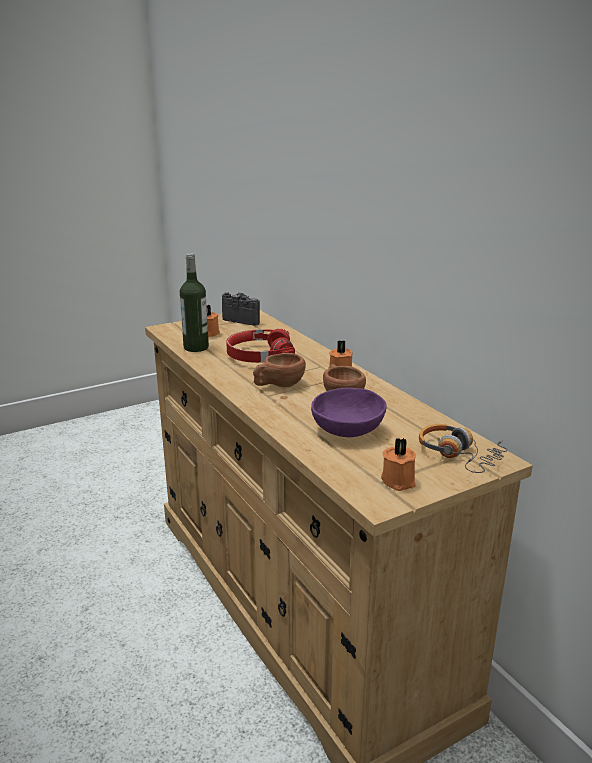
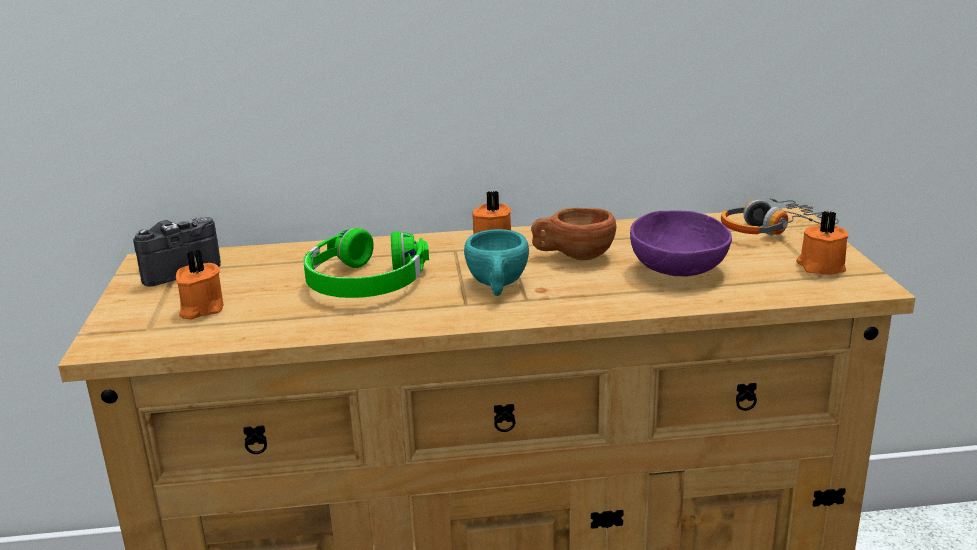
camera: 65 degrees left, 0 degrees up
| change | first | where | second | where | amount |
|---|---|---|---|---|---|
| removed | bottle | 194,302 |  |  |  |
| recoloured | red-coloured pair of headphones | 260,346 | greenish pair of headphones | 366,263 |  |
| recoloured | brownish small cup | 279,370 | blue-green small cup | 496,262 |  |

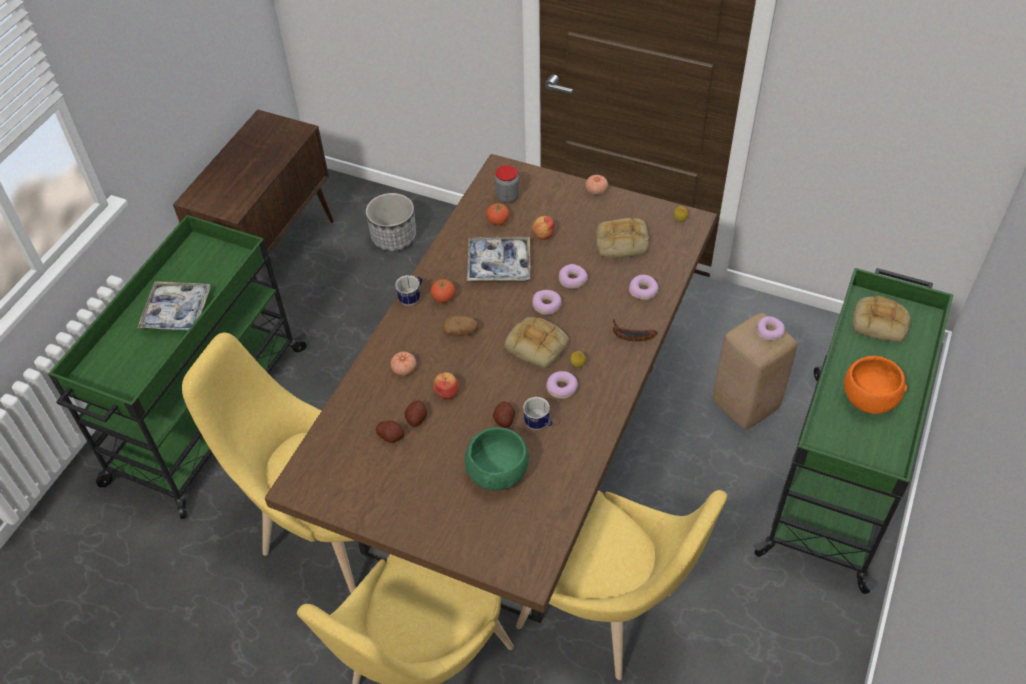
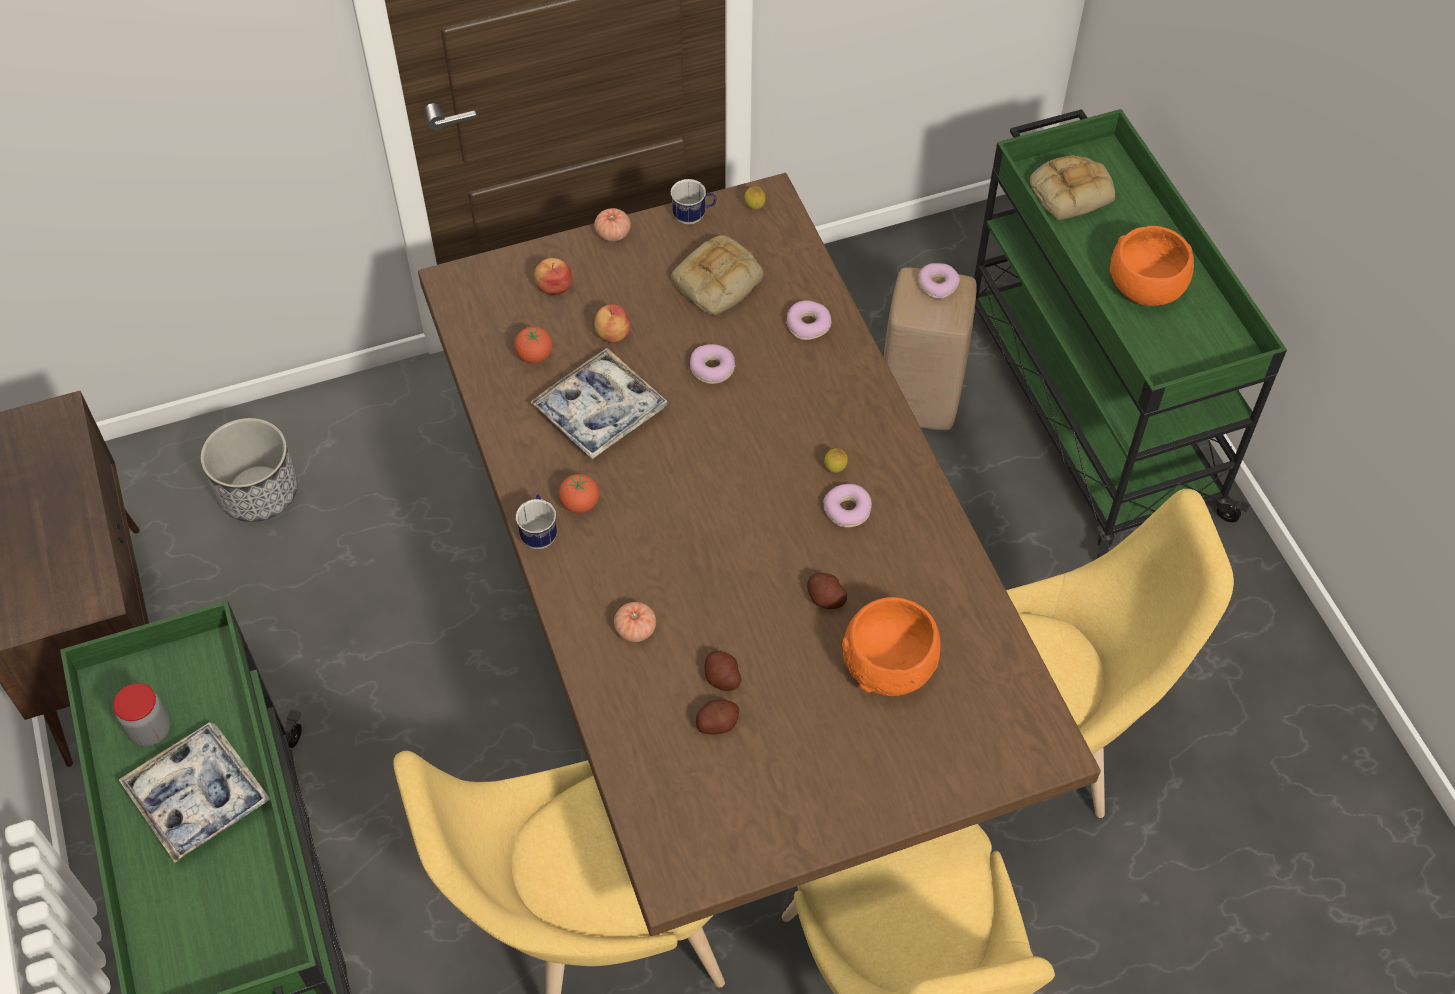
camera: 45 degrees left, 5 degrees up
| change | first | where | second | where | amount |
|---|---|---|---|---|---|
| removed | whole potato | 460,326 |  |  |  |
| removed | bakery bread | 536,342 |  |  |  |
| removed | doughnut | 547,302 |  |  |  |
| removed | banana fruit | 635,330 |  |  |  |
| moved | apple fruit | 446,385 |  | 553,276 |  |
| moved | jar | 507,184 |  | 141,715 |  |
| moved | tea mug | 538,413 |  | 694,202 |  |
| recoloured | greenish bowl | 497,459 | orangey bowl | 891,646 |  |

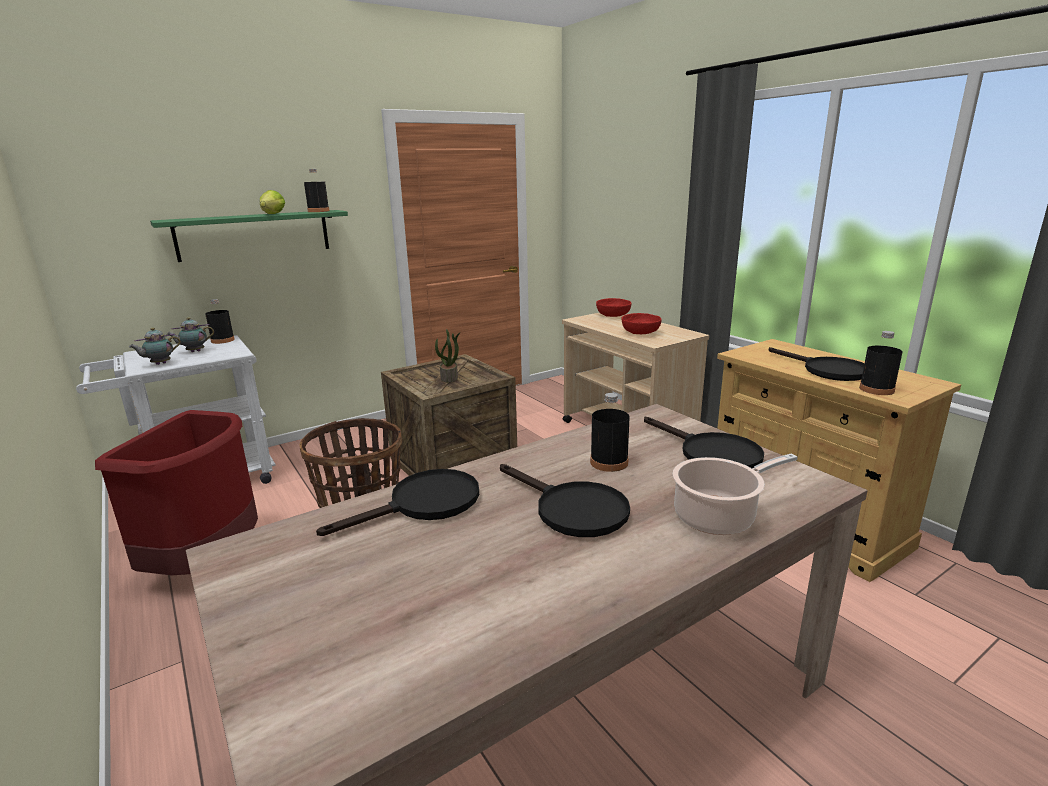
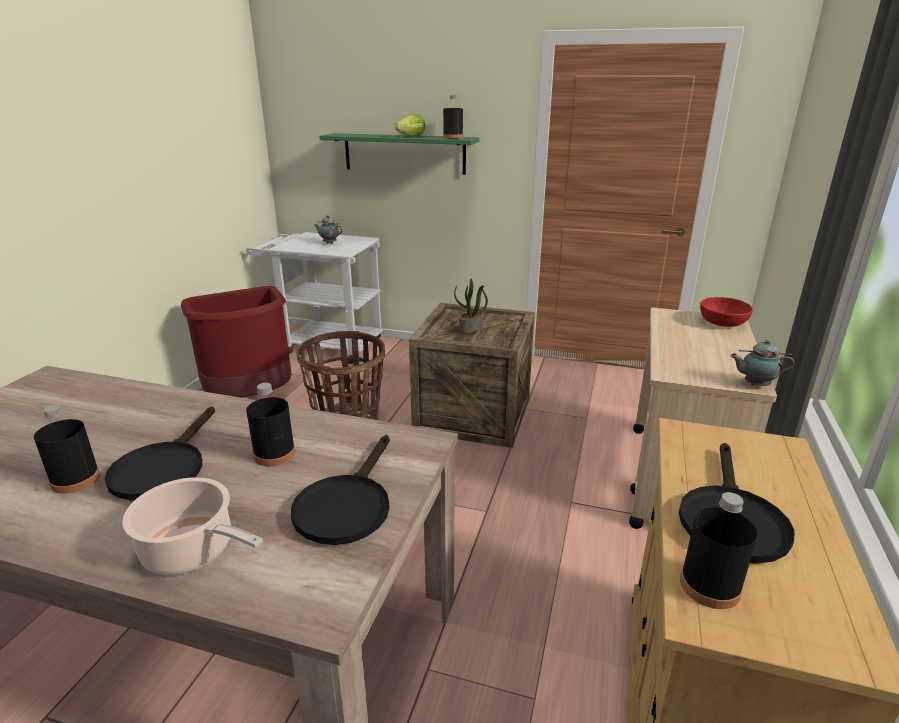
camera: 50 degrees right, 5 degrees up
| change | first | where | second | where | amount |
|---|---|---|---|---|---|
| removed | black frying pan | 397,502 |  |  |  |
| removed | red-coloured bowl | 642,323 |  |  |  |
| moved | pot for tea | 155,346 |  | 762,362 |  |
| moved | black bottle | 220,321 |  | 67,449 |  |

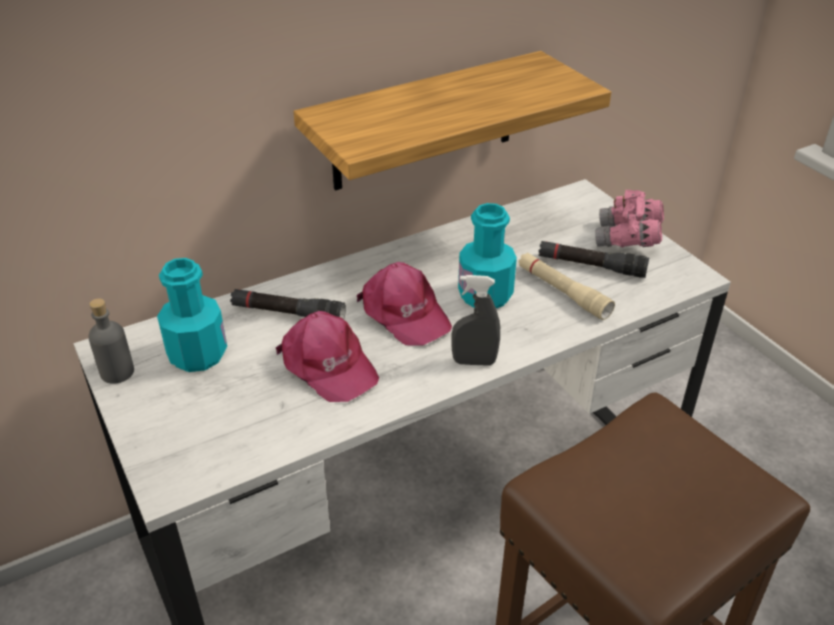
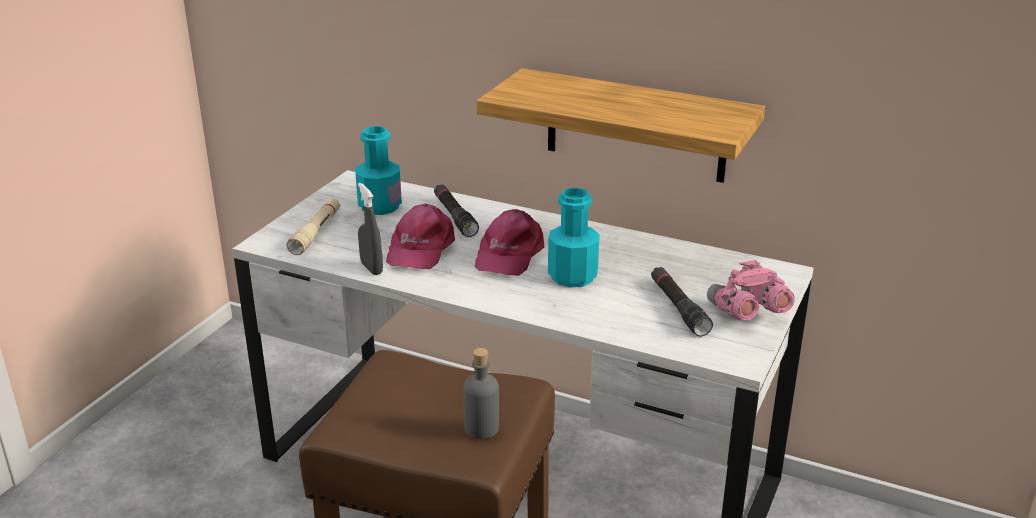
camera: 55 degrees right, 10 degrees down
| change | first | where | second | where | amount |
|---|---|---|---|---|---|
| moved | grey bottle | 111,341 |  | 481,393 |  |
| moved | grey spray bottle | 475,320 |  | 370,229 |  |
| moved | sand-coloured flashlight | 566,286 |  | 313,226 |  |

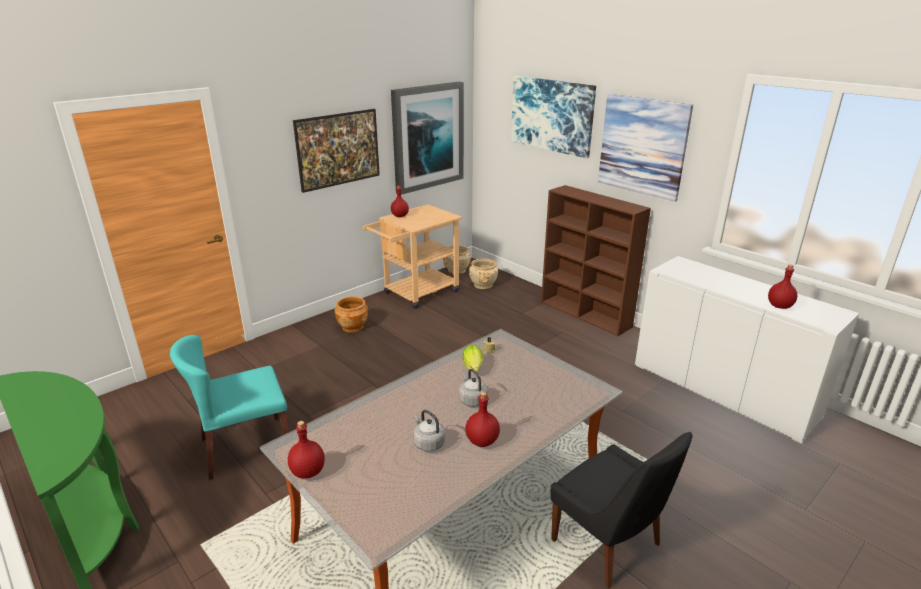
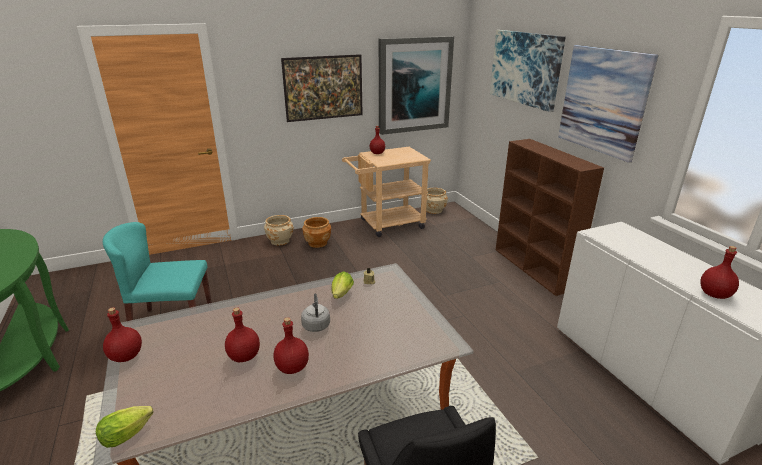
camera: 20 degrees right, 0 degrees up
| change | first | where | second | where | amount |
|---|---|---|---|---|---|
| added |  |  | head of lettuce | 125,427 |  |
| moved | sand-coloured plant pot | 483,273 |  | 279,230 |  |
| replaced | grey kettle | 429,430 | red-coloured bottle | 242,334 |  |

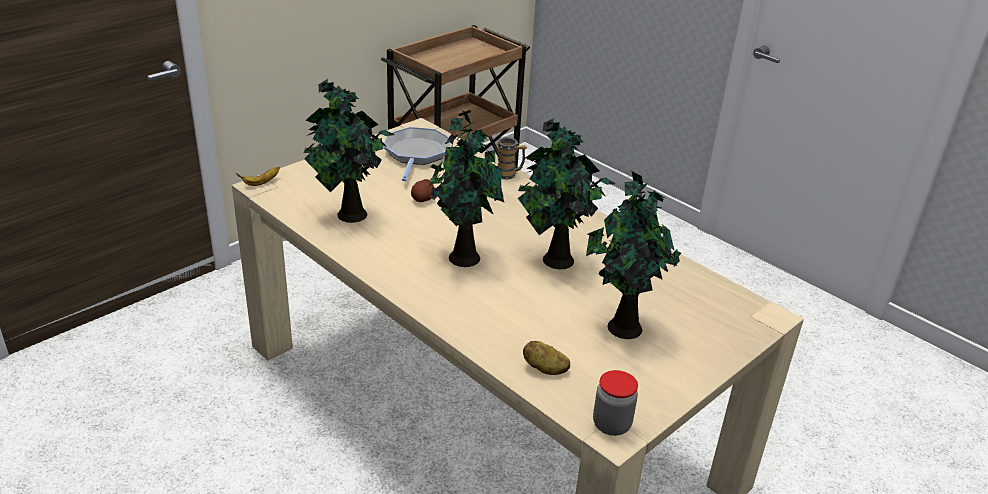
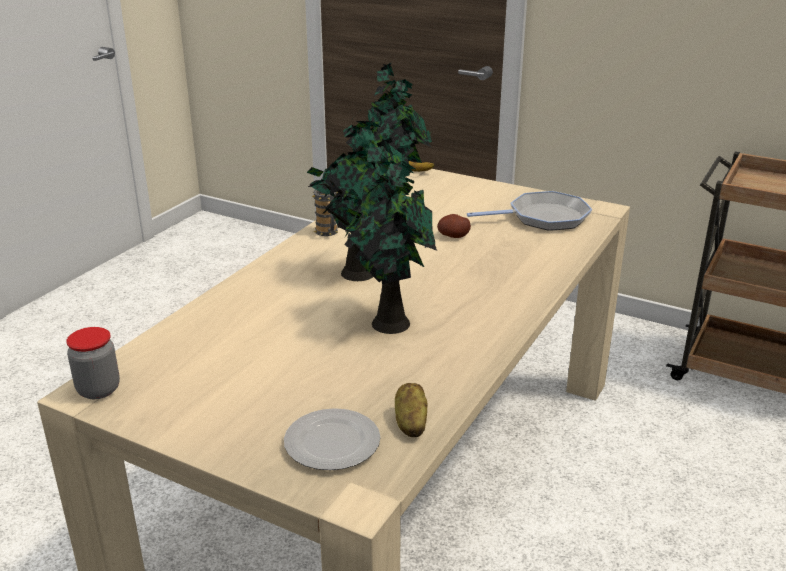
camera: 75 degrees right, 5 degrees down
| change | first | where | second | where | amount |
|---|---|---|---|---|---|
| removed | potted plant | 633,255 |  |  |  |
| added |  |  | plate | 332,439 |  |
| moved | tea mug | 512,158 |  | 325,213 |  |
| moved | whole potato | 546,358 |  | 411,410 |  |

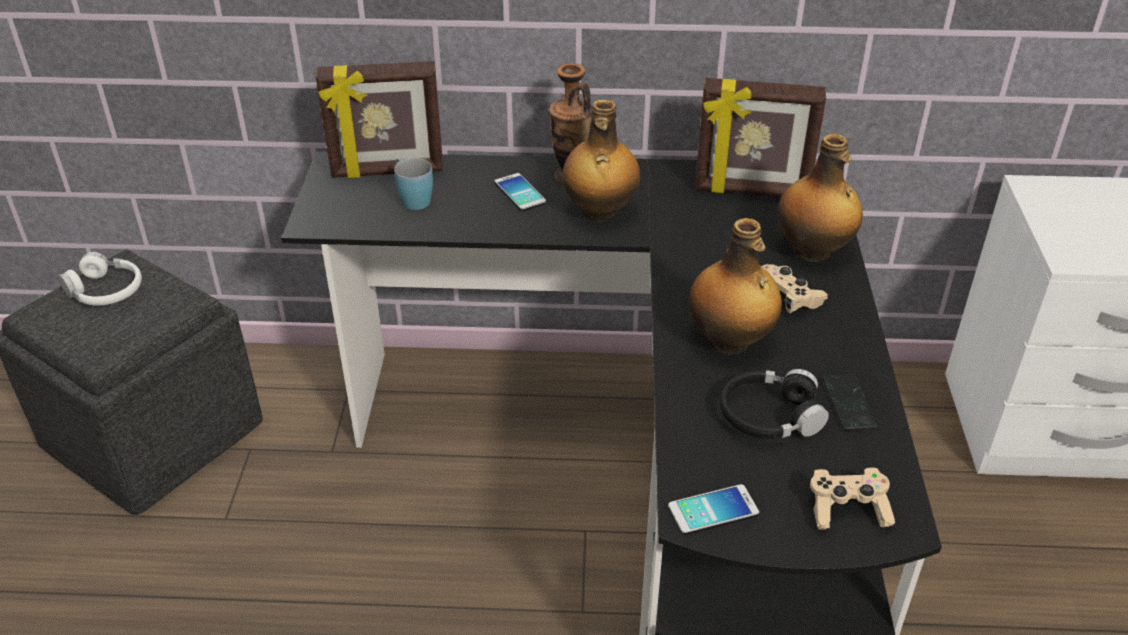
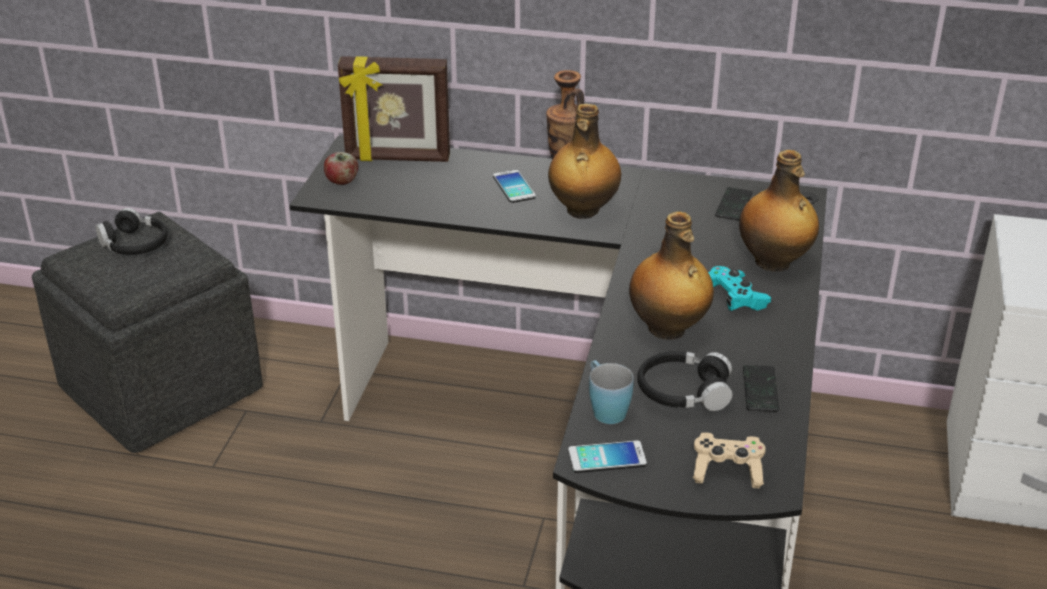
camera: 10 degrees right, 5 degrees down
| change | first | where | second | where | amount |
|---|---|---|---|---|---|
| added |  |  | apple fruit | 341,168 |  |
| moved | bluish tea mug | 413,184 |  | 611,392 |  |
| replaced | standing frame | 760,137 | handset | 733,204 |  |
| recoloured | white pair of headphones | 100,279 | black pair of headphones | 131,231 |  |
| recoloured | sand-coloured gamepad | 795,288 | blue-green gamepad | 739,288 |  |

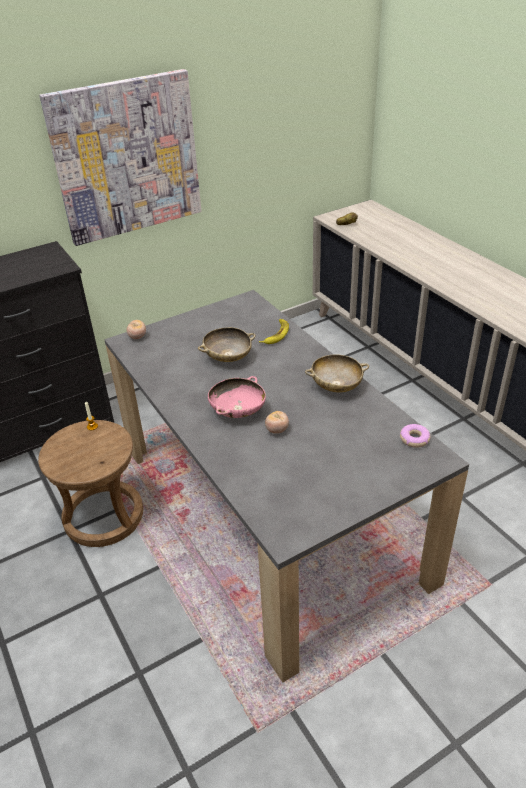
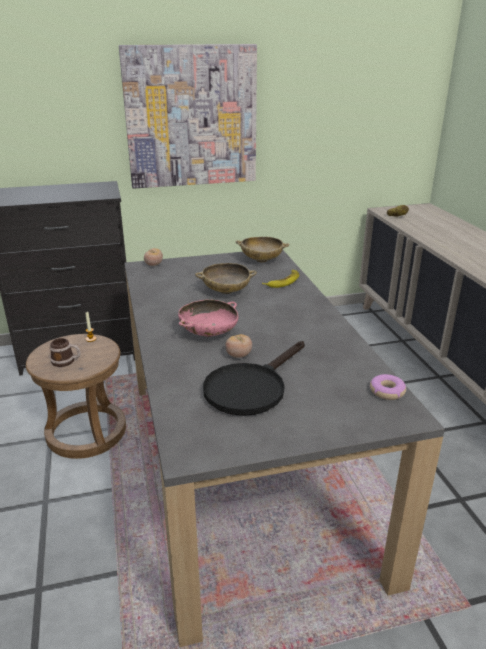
camera: 15 degrees right, 10 degrees down
| change | first | where | second | where | amount |
|---|---|---|---|---|---|
| added |  |  | tea mug | 65,352 |  |
| added |  |  | black frying pan | 254,378 |  |
| moved | sand-coloured bowl | 337,373 |  | 262,250 |  |

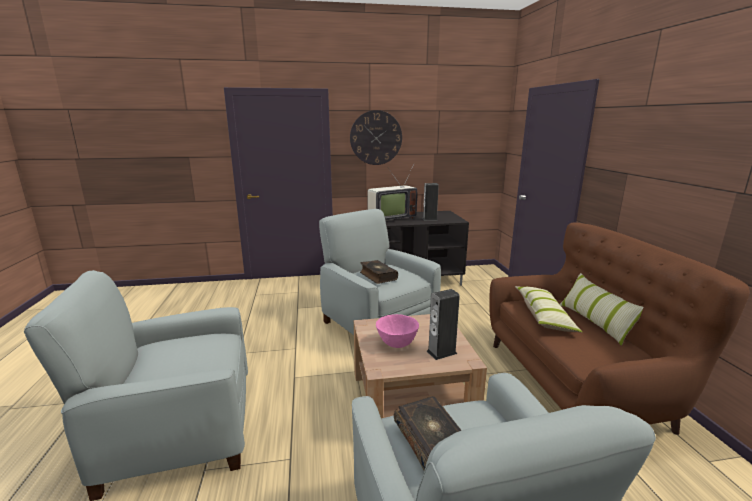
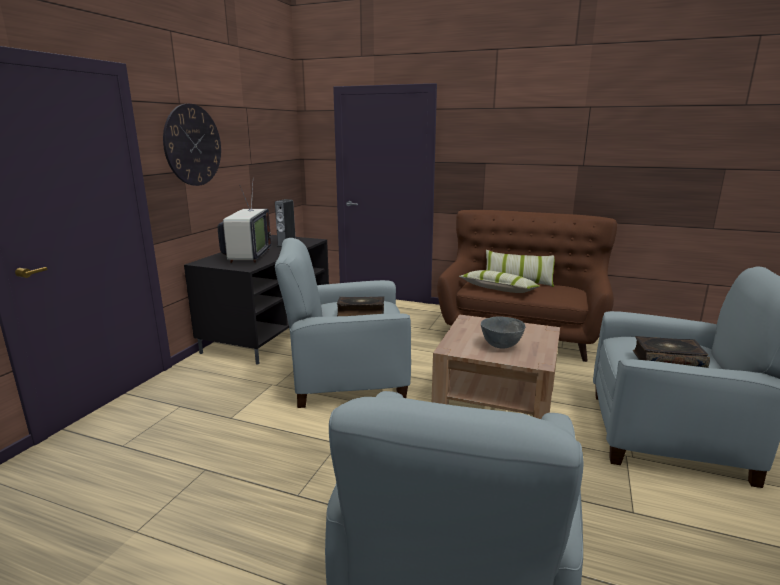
camera: 60 degrees left, 0 degrees up
| change | first | where | second | where | amount |
|---|---|---|---|---|---|
| removed | speaker | 443,324 |  |  |  |
| recoloured | pink bowl | 397,331 | grey bowl | 503,332 |  |

